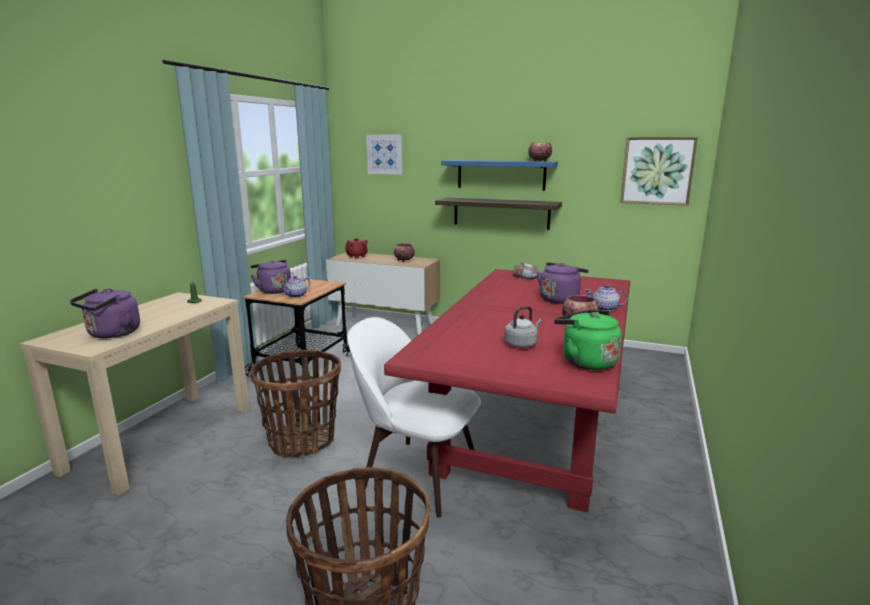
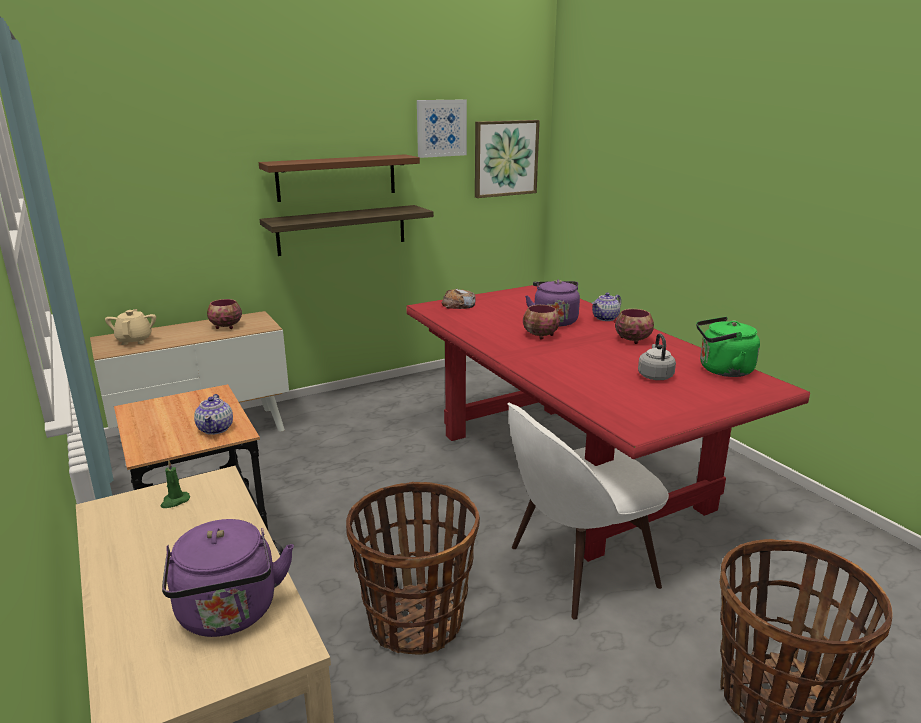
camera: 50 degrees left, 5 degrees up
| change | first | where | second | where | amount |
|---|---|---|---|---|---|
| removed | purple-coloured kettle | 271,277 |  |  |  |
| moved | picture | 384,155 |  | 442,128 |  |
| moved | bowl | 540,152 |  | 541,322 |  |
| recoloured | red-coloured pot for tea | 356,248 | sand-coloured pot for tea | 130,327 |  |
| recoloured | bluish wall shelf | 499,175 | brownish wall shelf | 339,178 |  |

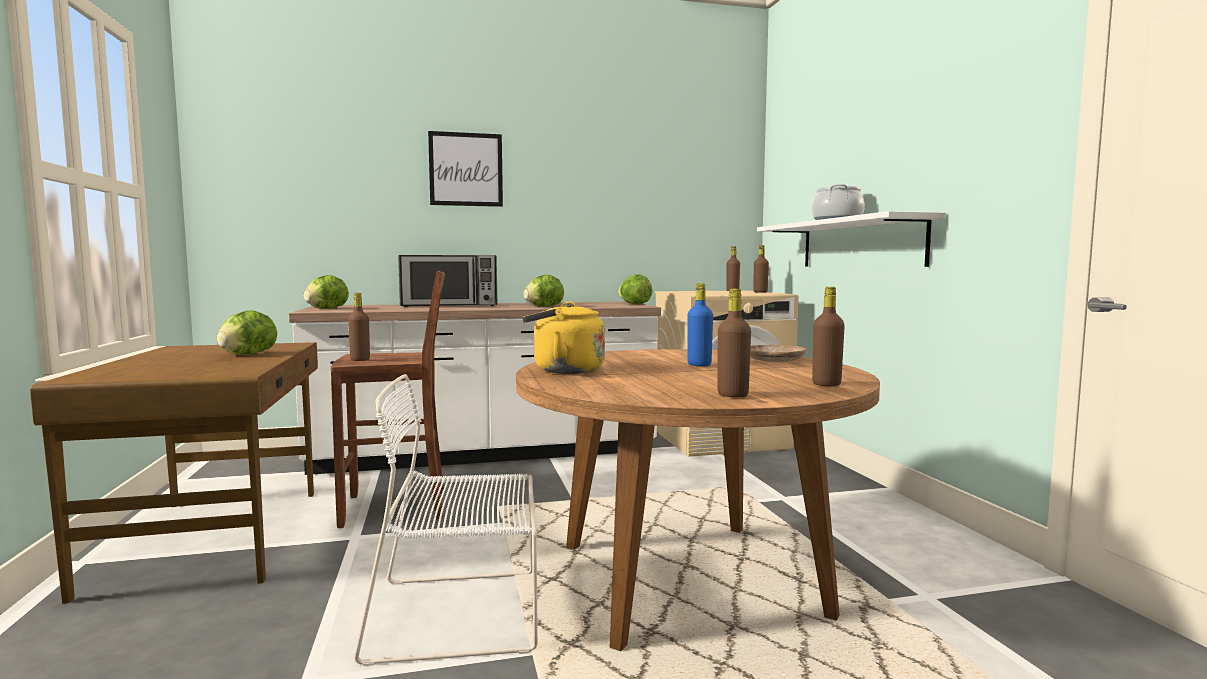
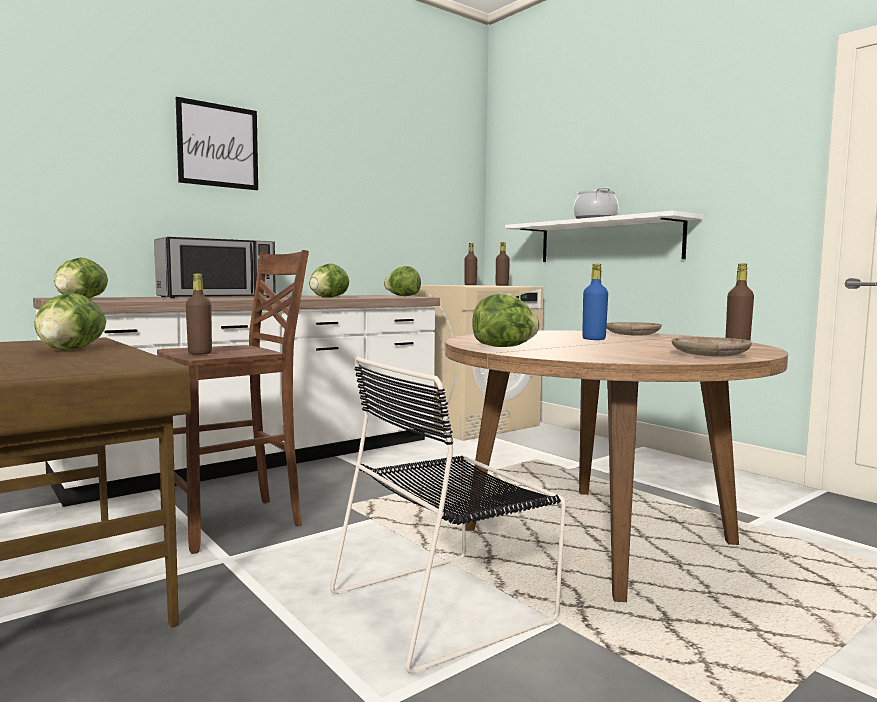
camera: 25 degrees left, 0 degrees up
| change | first | where | second | where | amount |
|---|---|---|---|---|---|
| replaced | yellowish kettle | 563,337 | head of lettuce | 505,320 |  |
| replaced | brownish bottle | 734,343 | sand-coloured plate | 712,347 |  |
| recoloured | white plain chair | 446,520 | black plain chair | 448,516 |  |

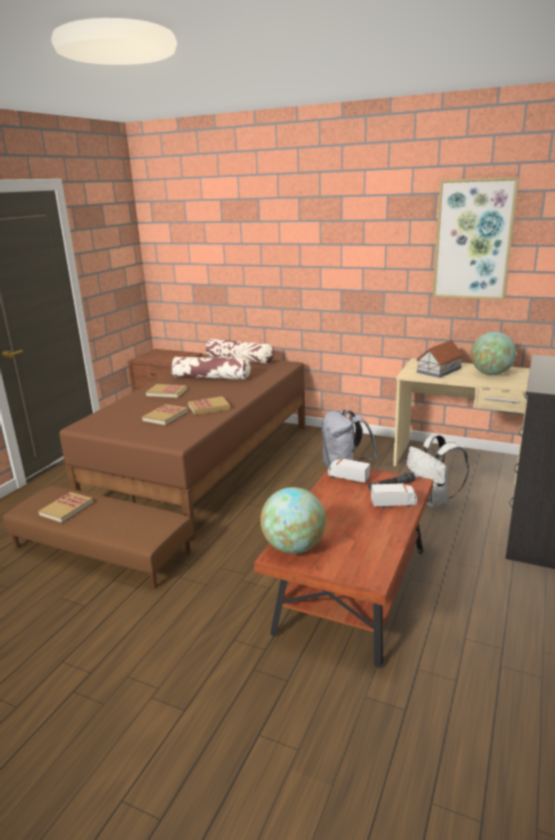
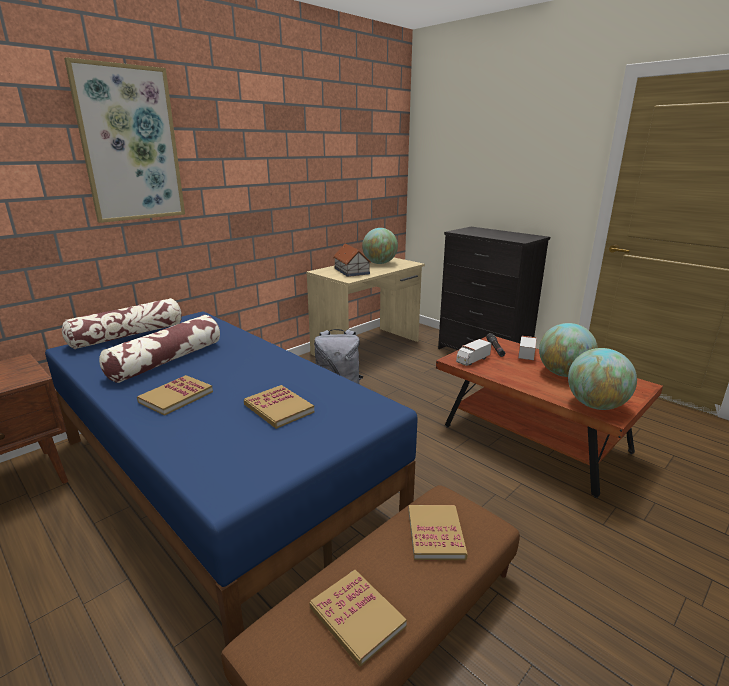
camera: 70 degrees left, 0 degrees up
| change | first | where | second | where | amount |
|---|---|---|---|---|---|
| removed | white knapsack | 438,470 |  |  |  |
| added |  |  | world globe | 568,350 |  |
| moved | volume | 209,405 |  | 438,532 |  |
| moved | picture | 475,238 |  | 124,140 |  |
| recoloured | brownish bedroom bed | 182,447 | bluish bedroom bed | 231,478 |  |

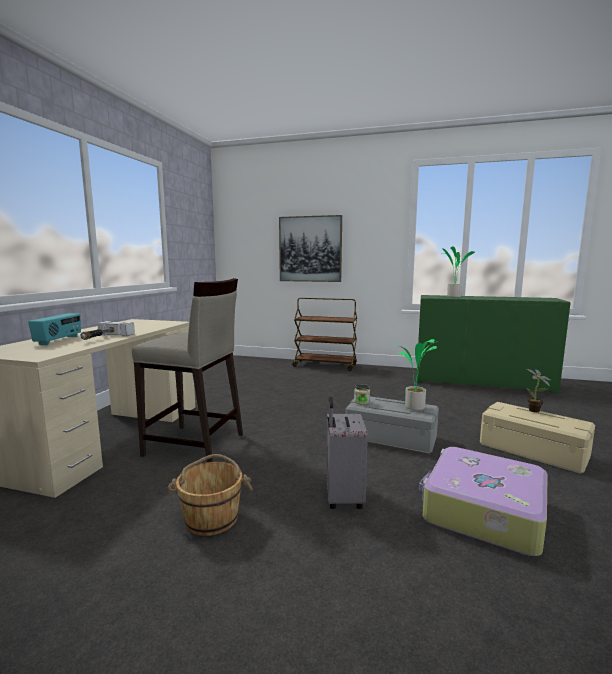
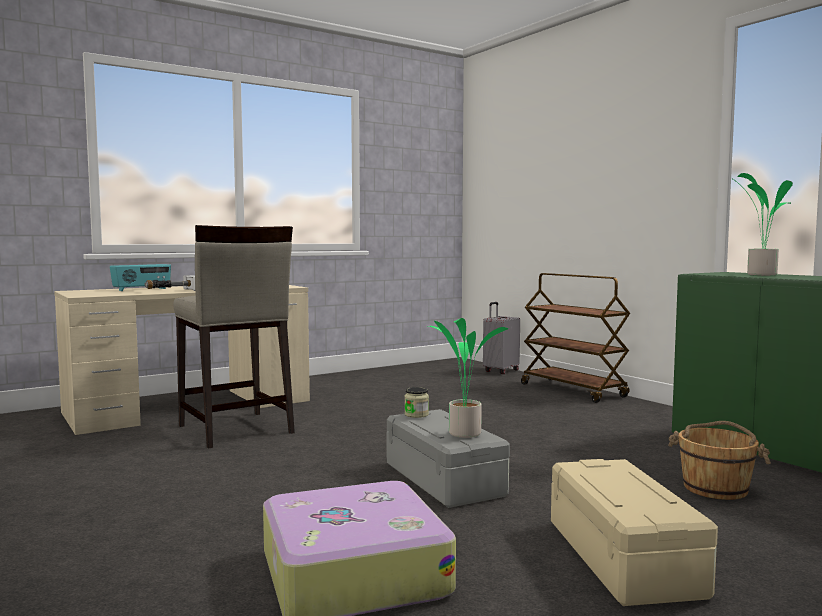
camera: 40 degrees right, 5 degrees down
| change | first | where | second | where | amount |
|---|---|---|---|---|---|
| removed | picture | 310,248 |  |  |  |
| removed | potted plant | 537,390 |  |  |  |
| moved | brownish bucket | 210,495 |  | 719,460 |  |
| moved | grey piece of luggage | 347,453 |  | 501,338 |  |

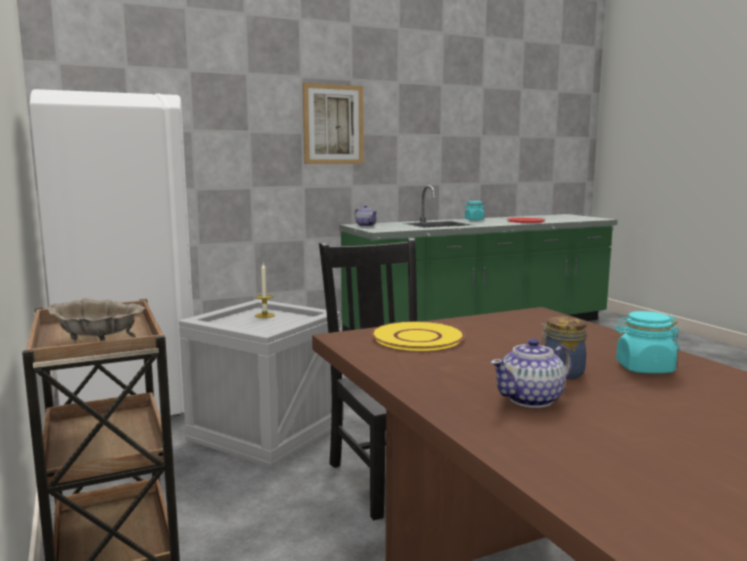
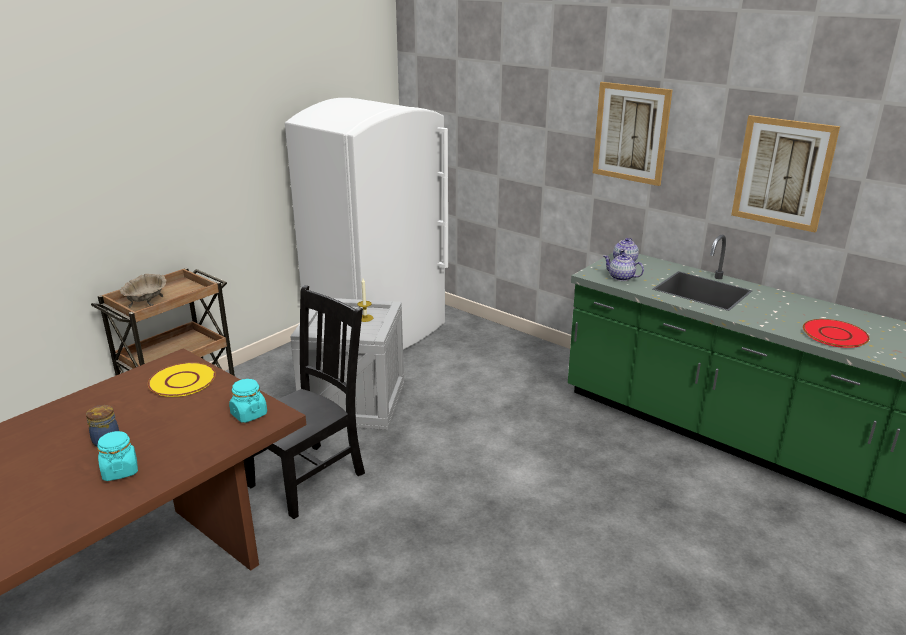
camera: 65 degrees right, 15 degrees up
| change | first | where | second | where | amount |
|---|---|---|---|---|---|
| added |  |  | picture | 785,174 |  |
| moved | blue-green jar | 474,211 |  | 248,401 |  |
| moved | pot for tea | 531,373 |  | 623,267 |  |

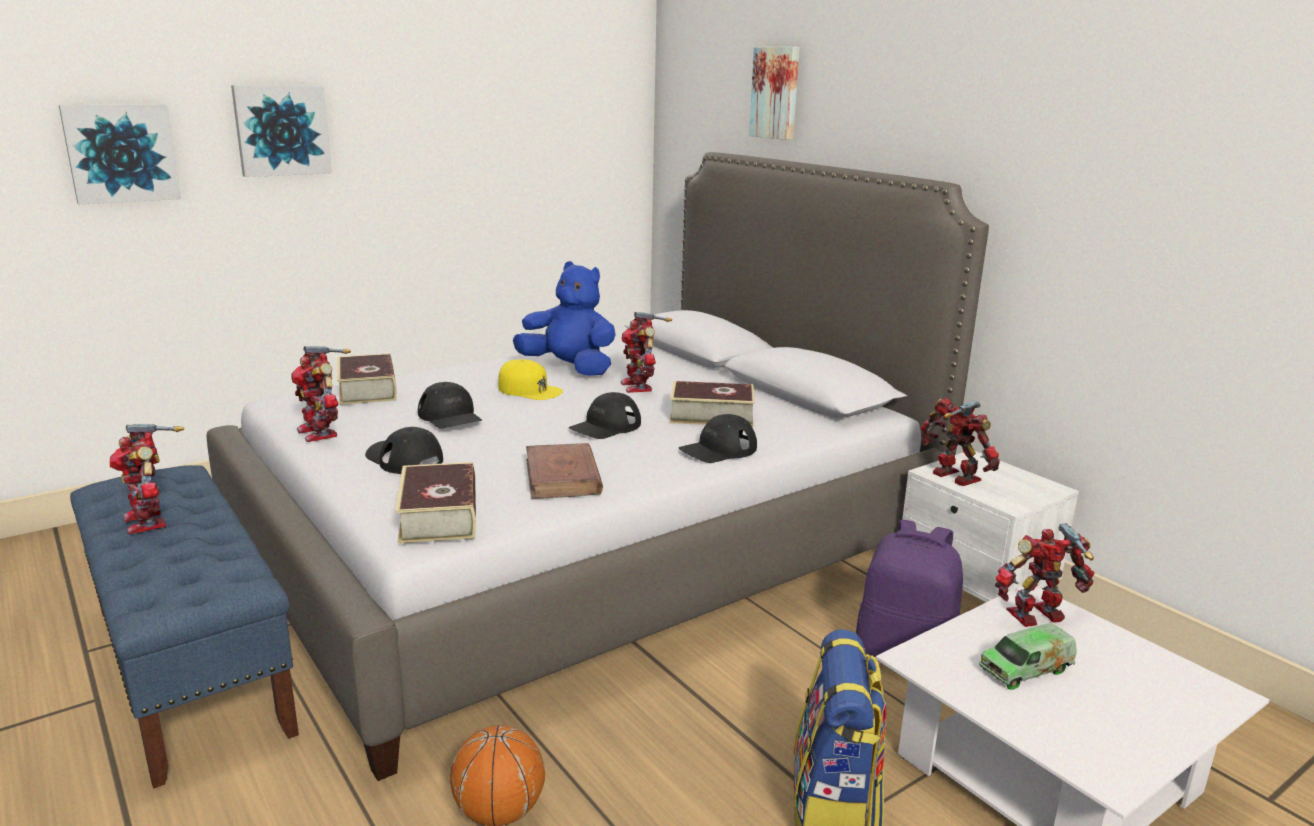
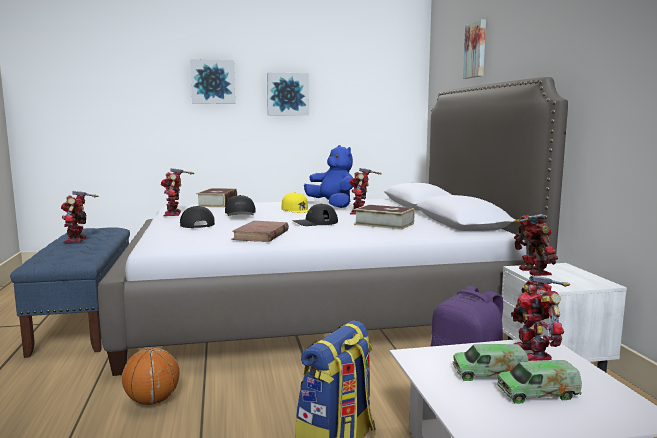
camera: 25 degrees right, 10 degrees down
| change | first | where | second | where | amount |
|---|---|---|---|---|---|
| removed | volume | 435,502 |  |  |  |
| removed | black peaked cap | 718,438 |  |  |  |
| added |  |  | model truck | 539,382 |  |
| moved | picture | 120,154 |  | 288,93 |  |
| turned | toy robot | 1045,575 |  | 540,318 | 105 degrees counterclockwise |

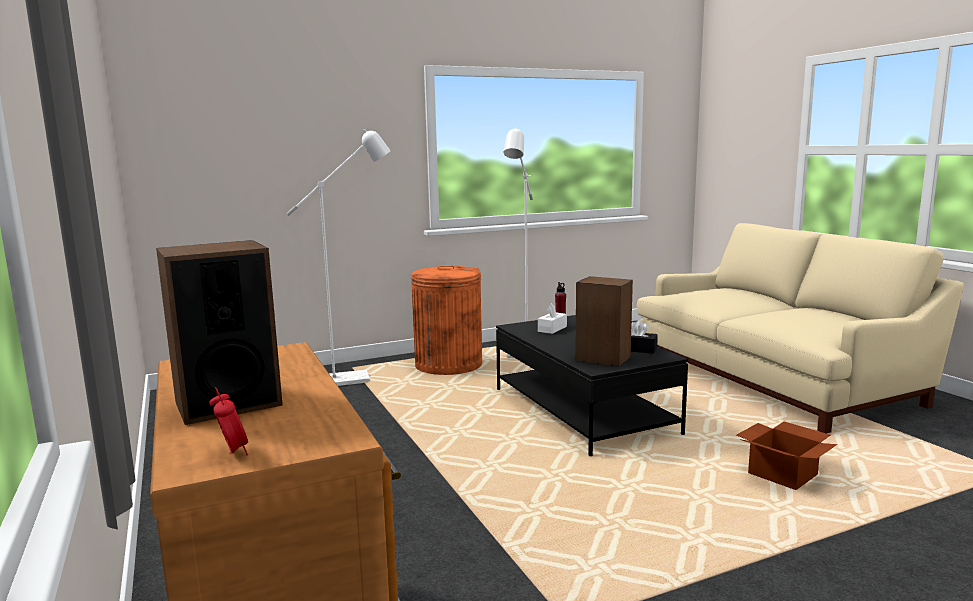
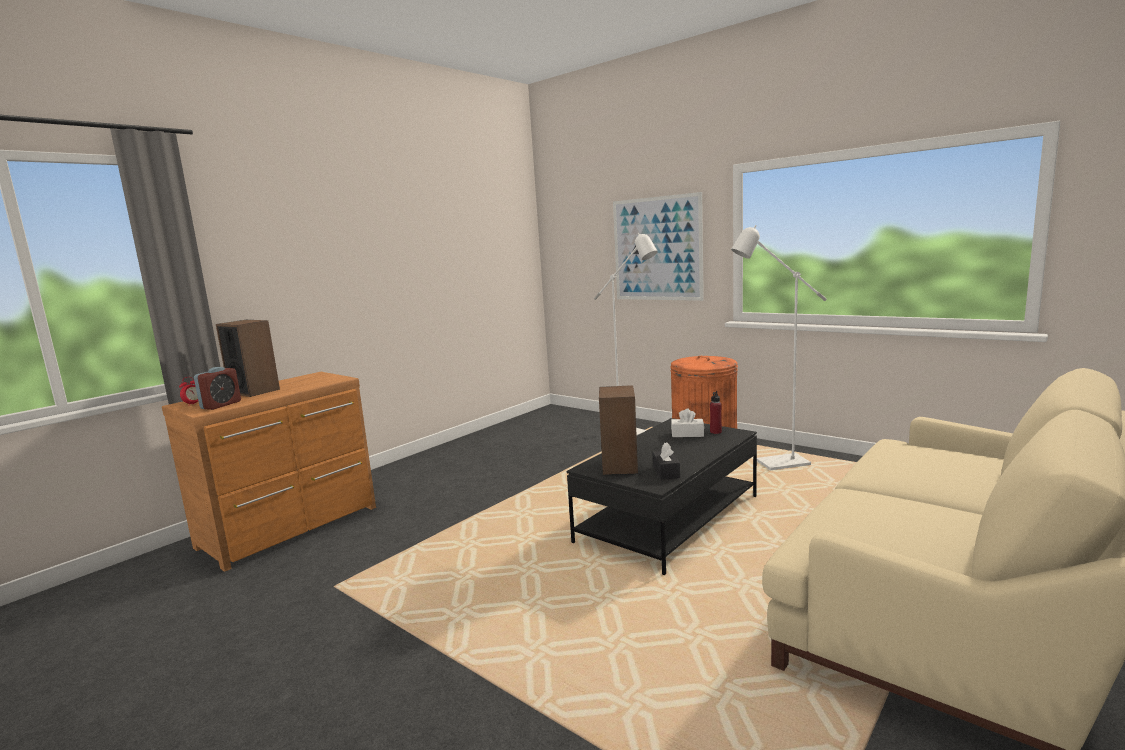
camera: 65 degrees right, 0 degrees up
| change | first | where | second | where | amount |
|---|---|---|---|---|---|
| removed | packing box | 787,455 |  |  |  |
| added |  |  | bedside clock | 217,388 |  |
| added |  |  | picture | 658,246 |  |

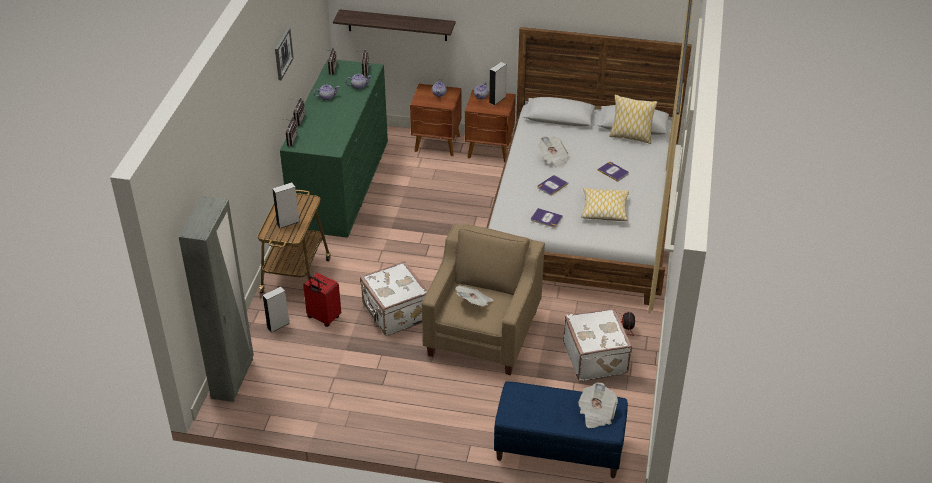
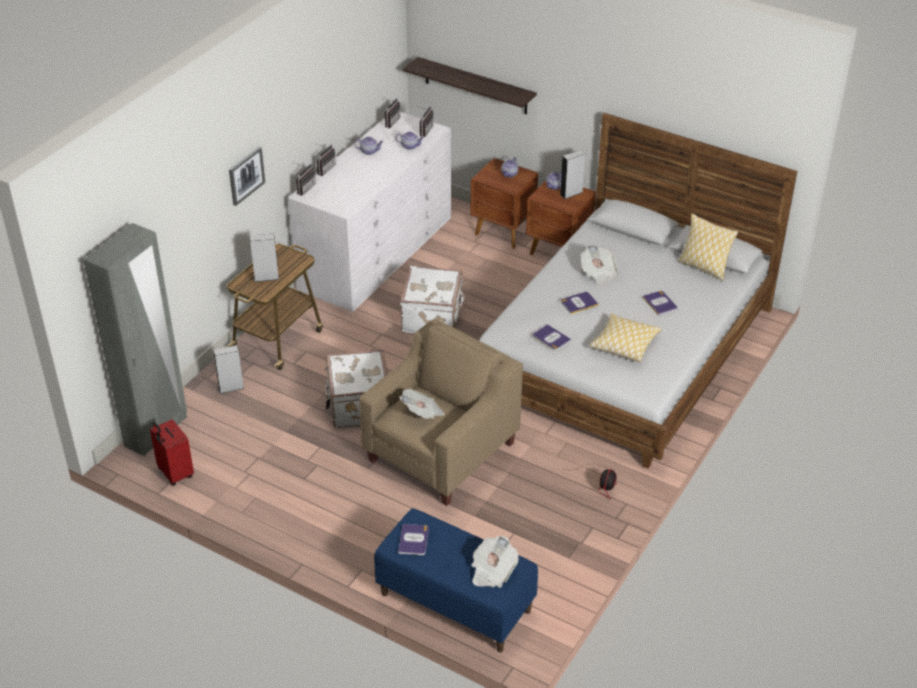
camera: 20 degrees right, 0 degrees up
| change | first | where | second | where | amount |
|---|---|---|---|---|---|
| added |  |  | volume | 413,539 |  |
| moved | picture | 284,54 |  | 247,176 |  |
| moved | red-coloured piece of luggage | 322,300 |  | 172,452 |  |
| moved | white piece of luggage | 597,344 |  | 432,300 |  |
| recoloured | greenish drawer chest | 334,148 | white drawer chest | 369,212 |  |

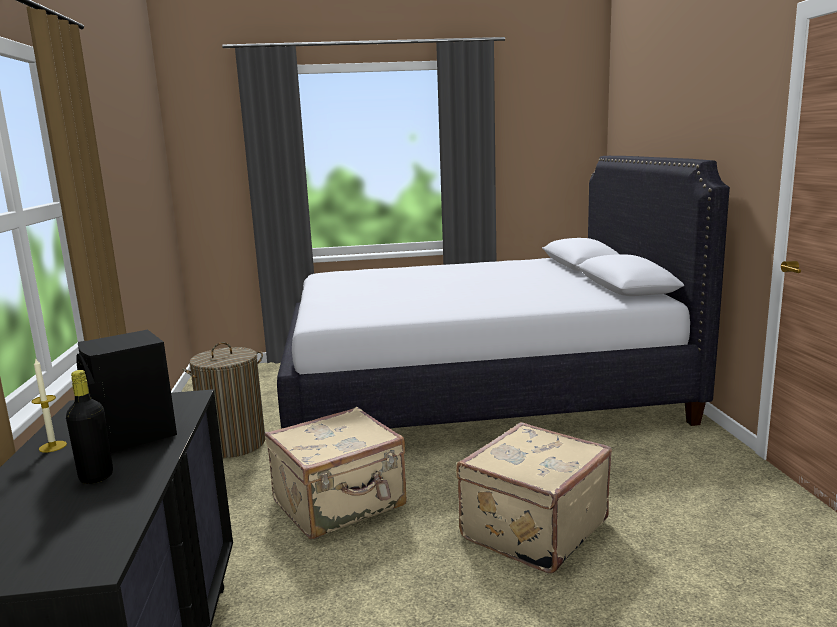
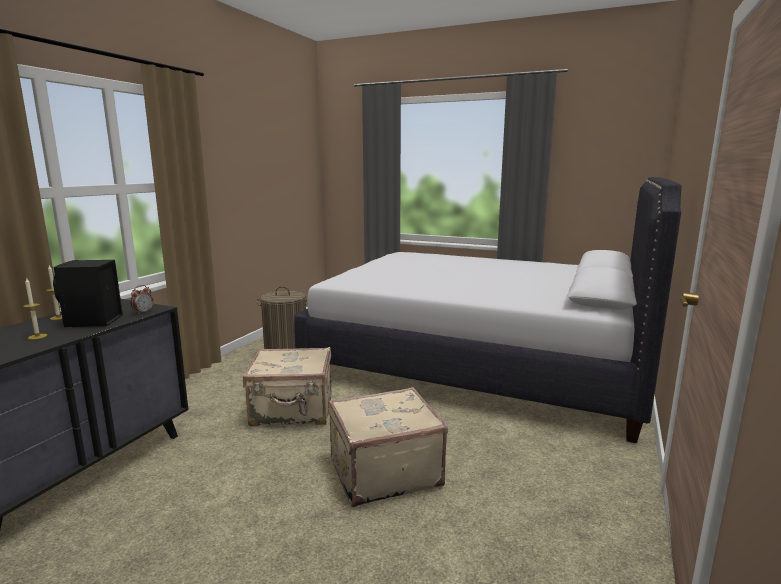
camera: 30 degrees right, 0 degrees up
| change | first | where | second | where | amount |
|---|---|---|---|---|---|
| added |  |  | bedside clock | 141,299 |  |
| replaced | black bottle | 89,427 | candle | 35,308 |  |

